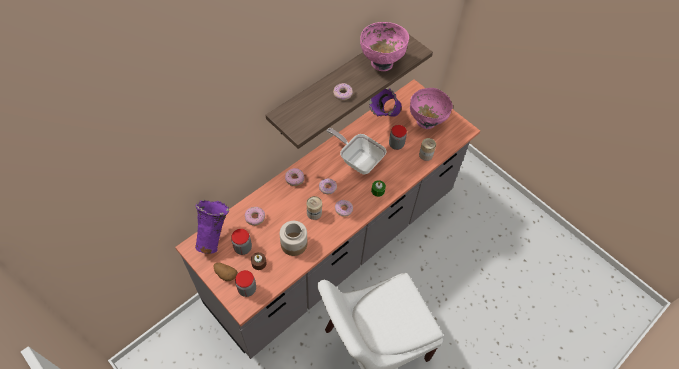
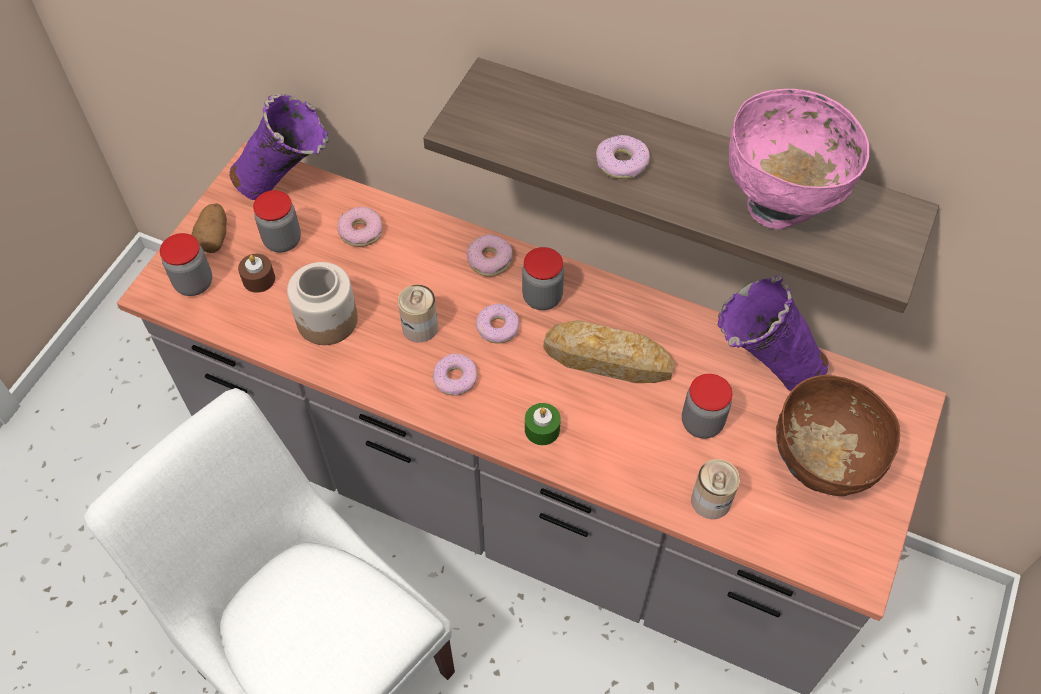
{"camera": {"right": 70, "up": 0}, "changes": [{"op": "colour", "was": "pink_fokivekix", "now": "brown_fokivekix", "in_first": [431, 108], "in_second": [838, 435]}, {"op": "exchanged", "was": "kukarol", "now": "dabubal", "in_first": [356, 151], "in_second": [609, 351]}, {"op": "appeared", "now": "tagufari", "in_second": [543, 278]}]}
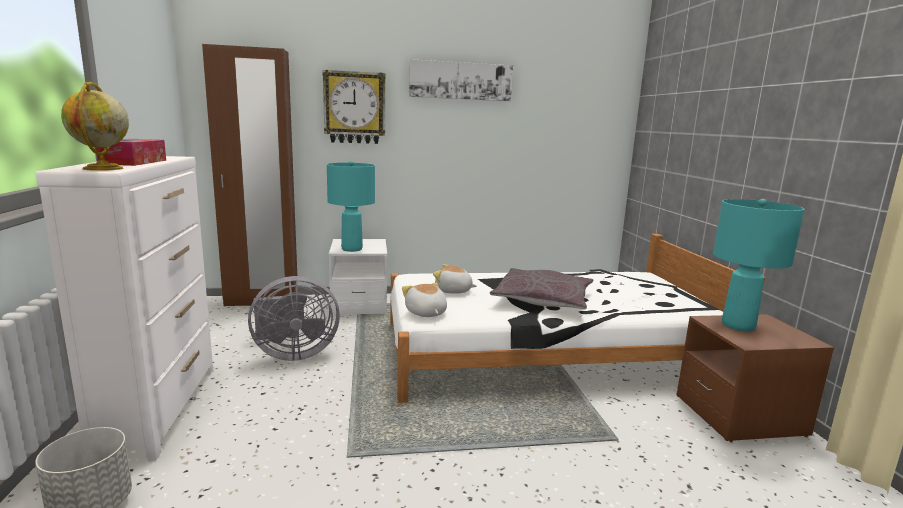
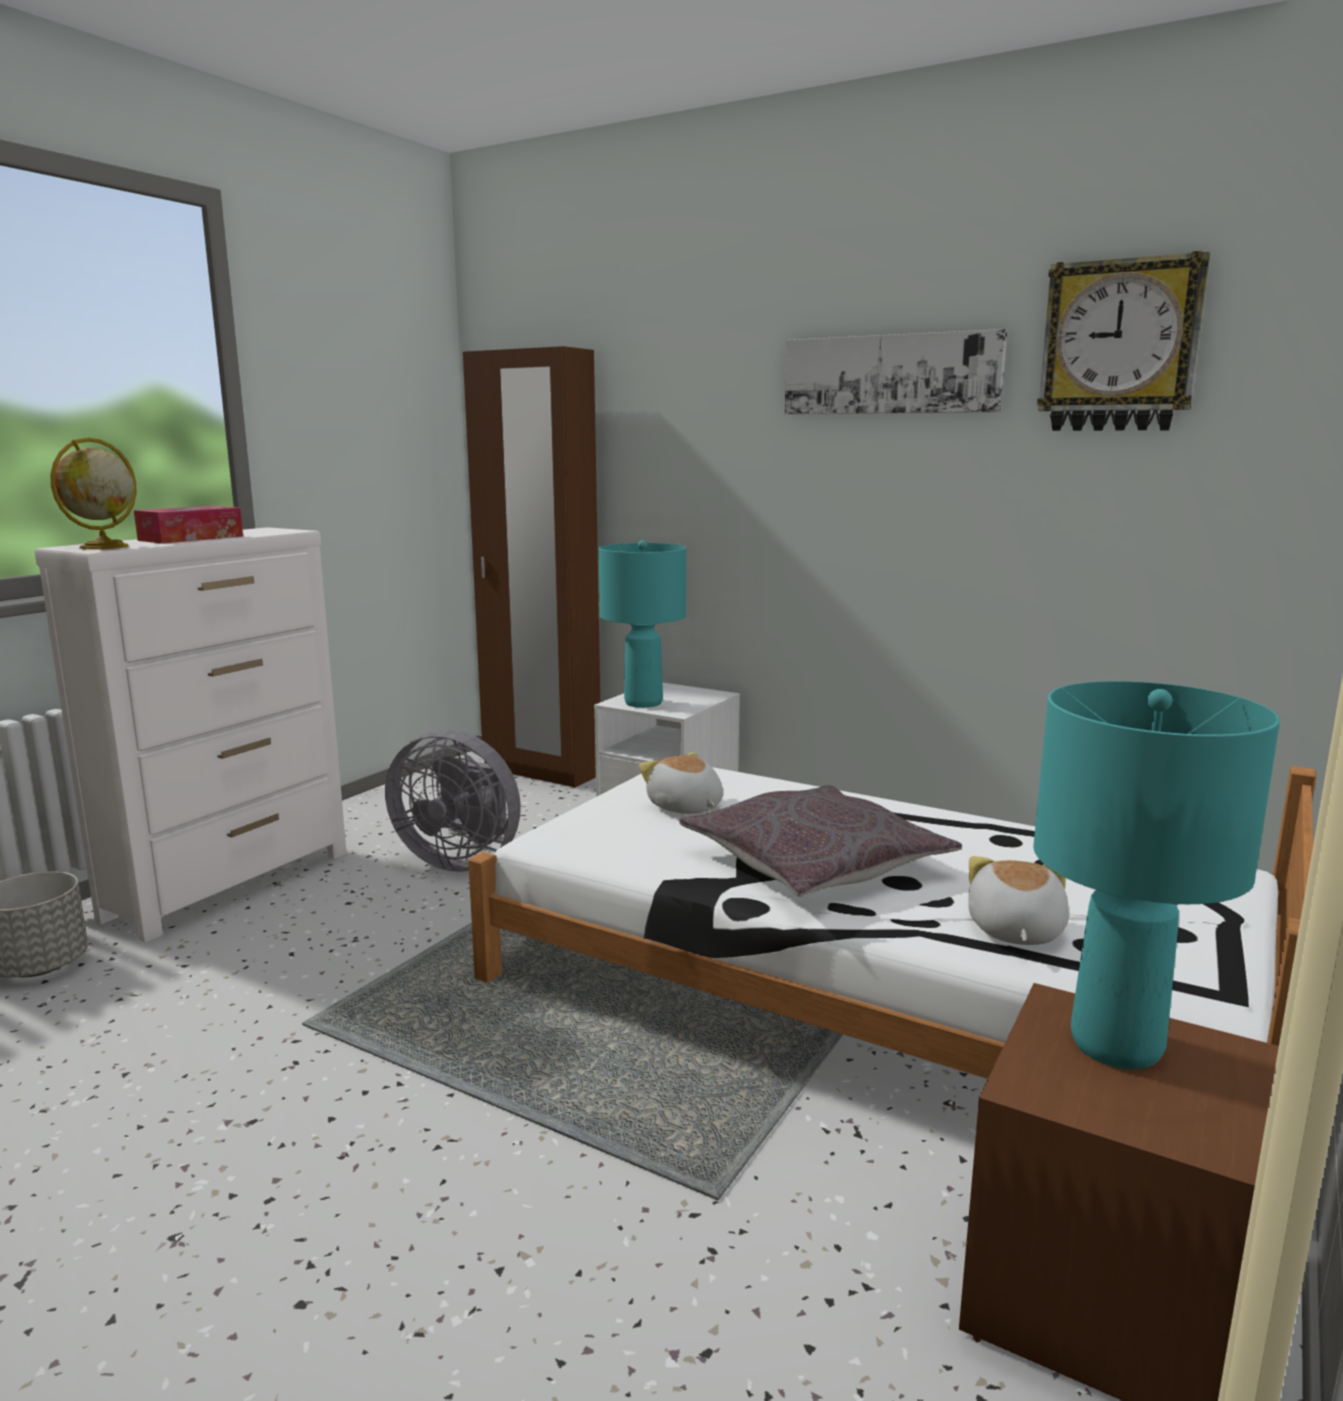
{"camera": {"right": 40, "up": 0}, "changes": [{"op": "relocated", "was": "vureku", "in_first": [354, 107], "in_second": [1123, 341]}, {"op": "relocated", "was": "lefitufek", "in_first": [424, 299], "in_second": [1018, 900]}]}
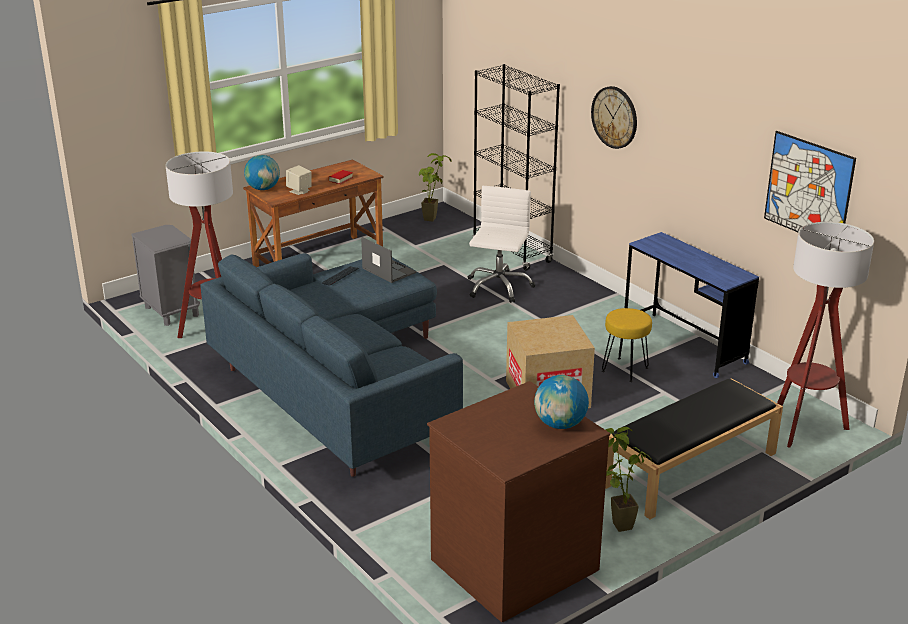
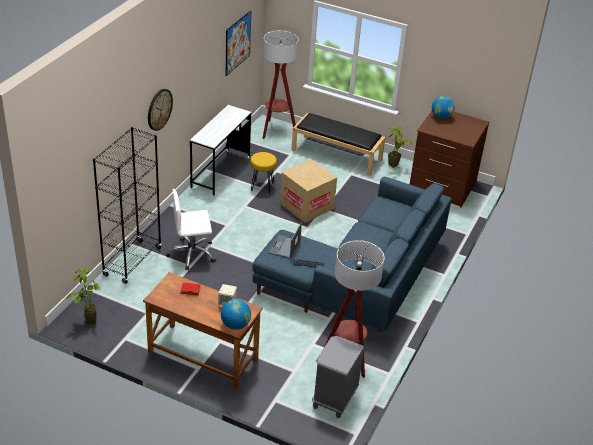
{"camera": {"right": -120, "up": 10}, "changes": [{"op": "colour", "was": "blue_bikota", "now": "white_bikota", "in_first": [692, 305], "in_second": [220, 150]}]}
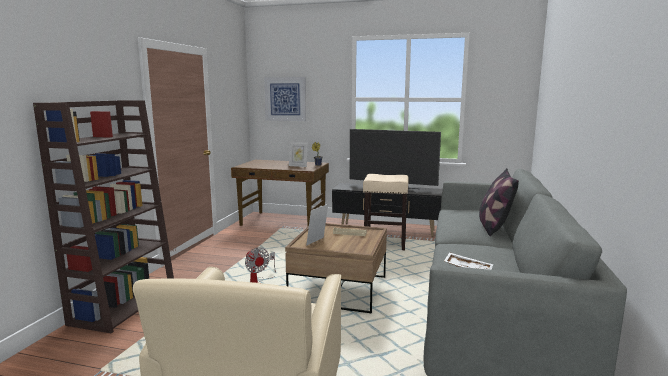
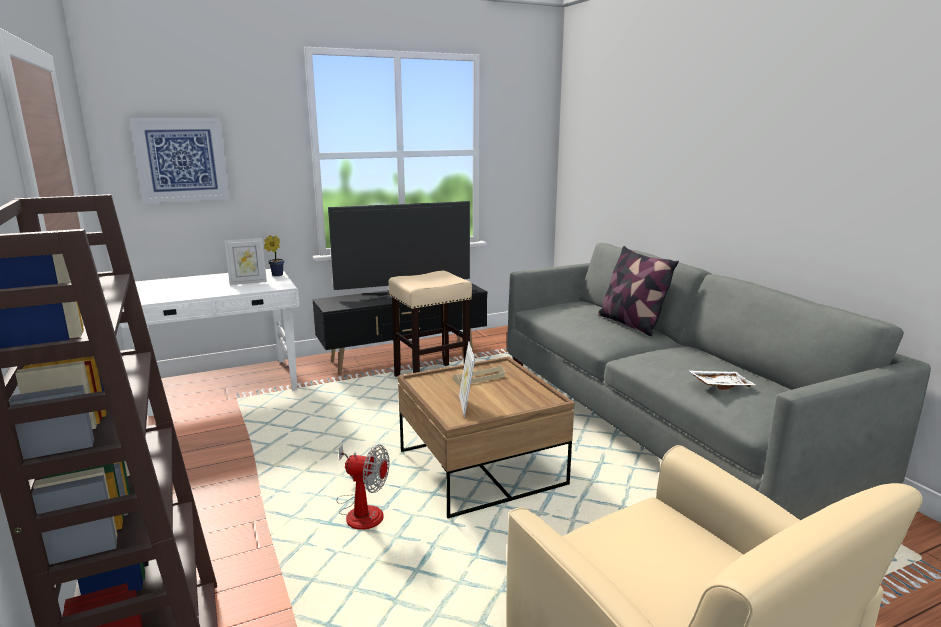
{"camera": {"right": -40, "up": 5}, "changes": [{"op": "colour", "was": "brown_bikota", "now": "white_bikota", "in_first": [280, 193], "in_second": [209, 343]}]}
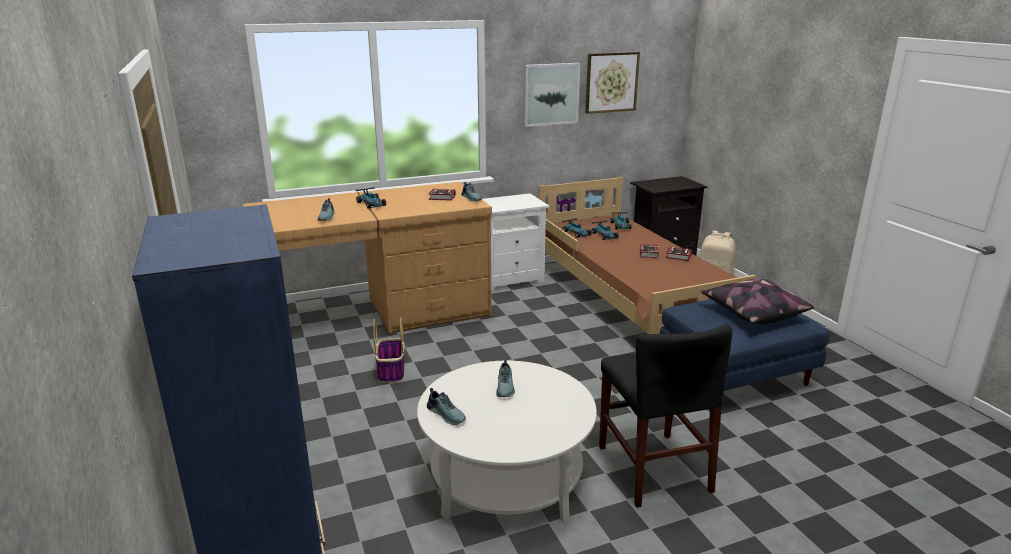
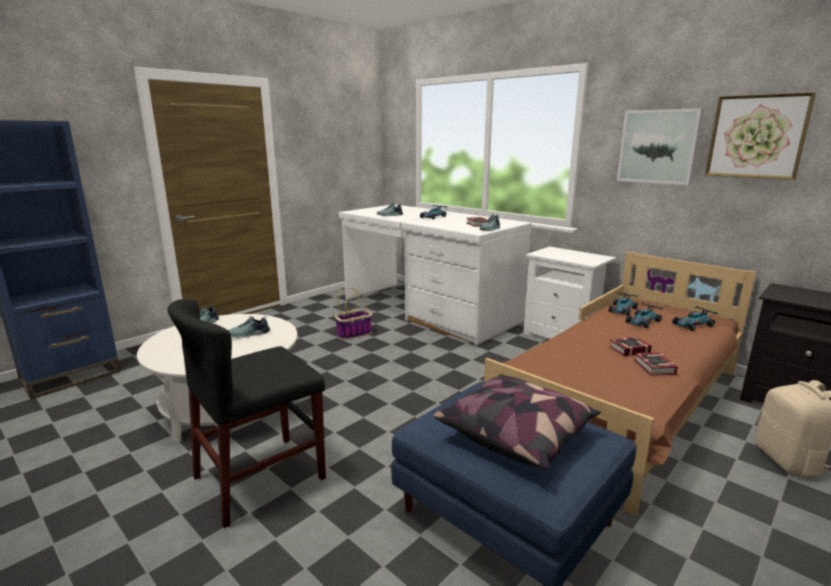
{"camera": {"right": 65, "up": -5}, "changes": [{"op": "colour", "was": "brown_bikota", "now": "white_bikota", "in_first": [367, 258], "in_second": [435, 275]}]}
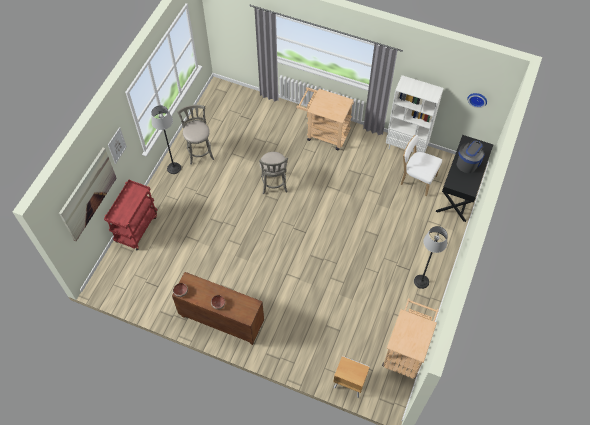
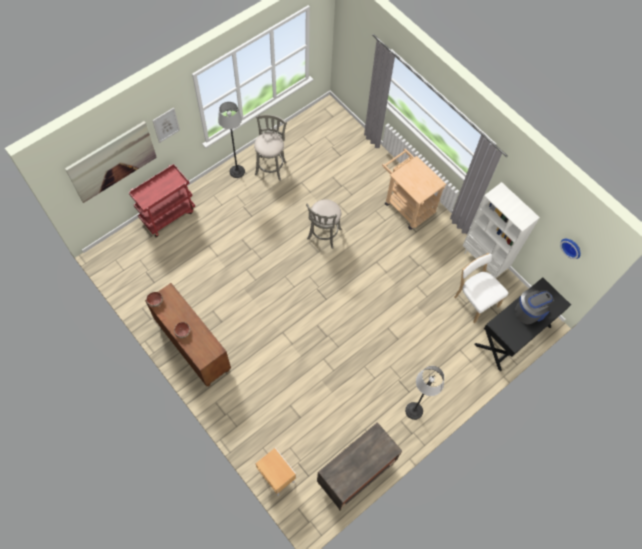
{"camera": {"right": 25, "up": 5}, "changes": [{"op": "exchanged", "was": "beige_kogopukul", "now": "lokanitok", "in_first": [410, 338], "in_second": [359, 466]}]}
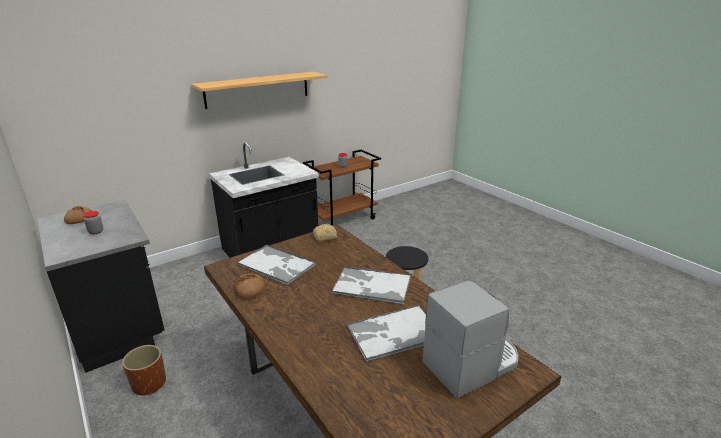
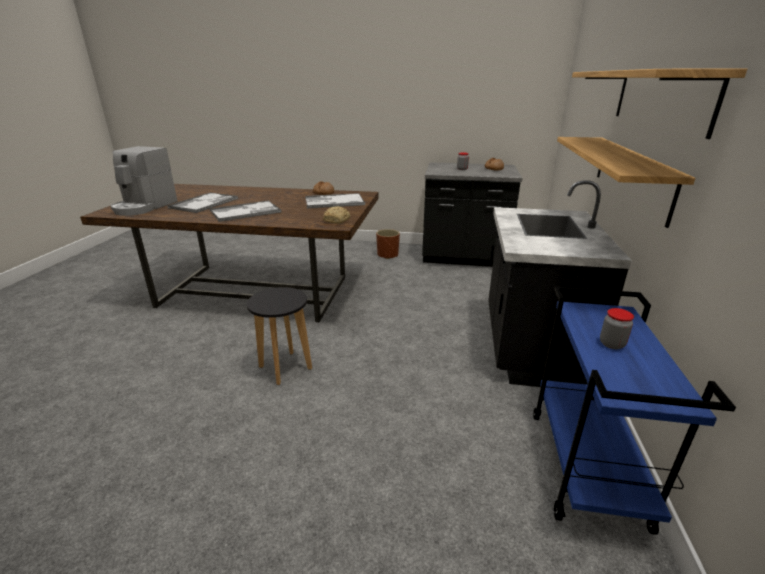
{"camera": {"right": 135, "up": 0}, "changes": [{"op": "colour", "was": "brown_kogopukul", "now": "blue_kogopukul", "in_first": [342, 188], "in_second": [634, 411]}, {"op": "appeared", "now": "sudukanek", "in_second": [626, 182]}]}
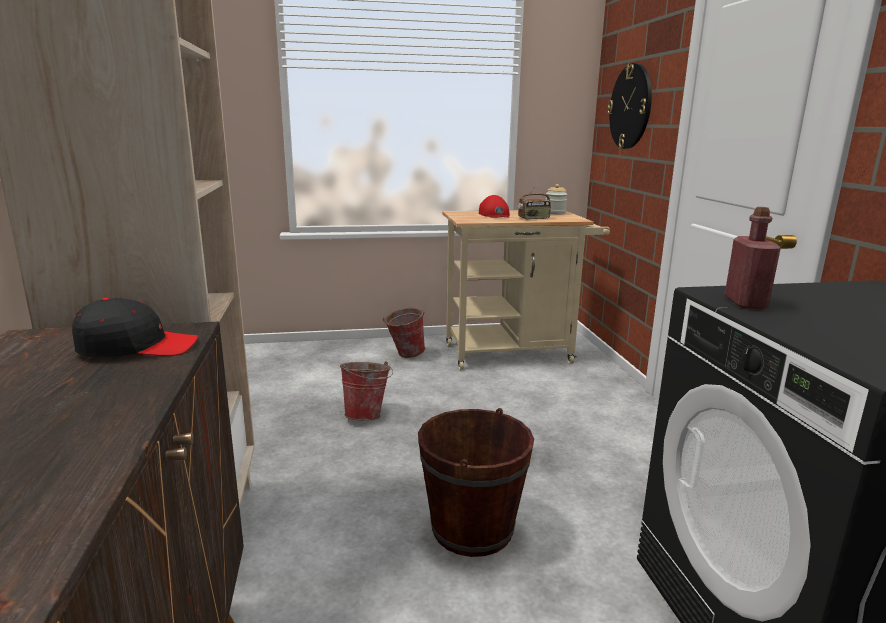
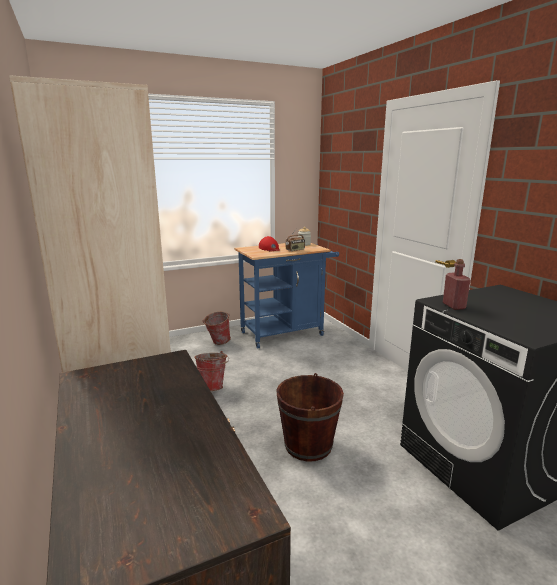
{"camera": {"right": -15, "up": 0}, "changes": [{"op": "missing", "was": "vureku", "in_first": [629, 106]}, {"op": "colour", "was": "beige_kogopukul", "now": "blue_kogopukul", "in_first": [526, 290], "in_second": [286, 296]}, {"op": "missing", "was": "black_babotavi", "in_first": [135, 327]}]}
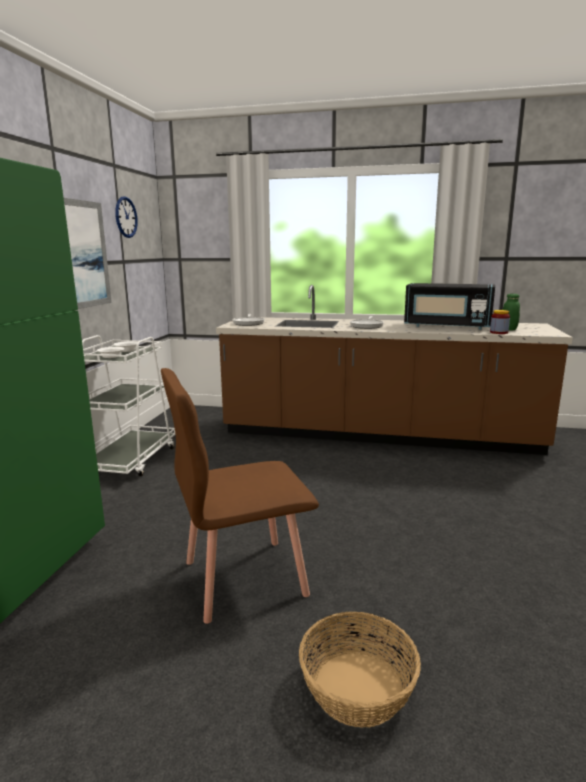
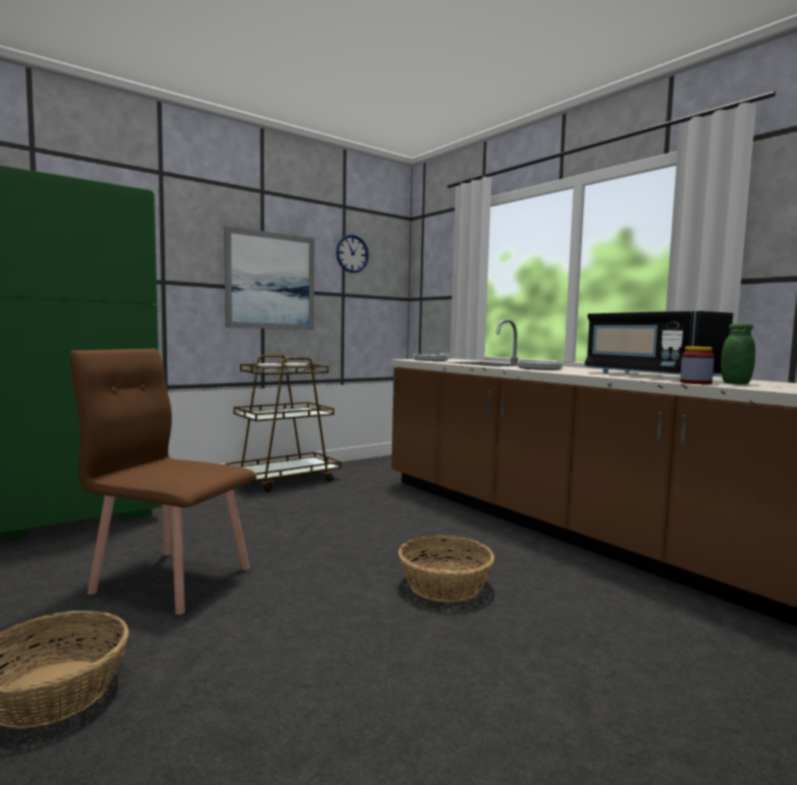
{"camera": {"right": 40, "up": -10}, "changes": [{"op": "colour", "was": "white_kogopukul", "now": "brown_kogopukul", "in_first": [129, 405], "in_second": [283, 423]}, {"op": "appeared", "now": "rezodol", "in_second": [446, 568]}]}
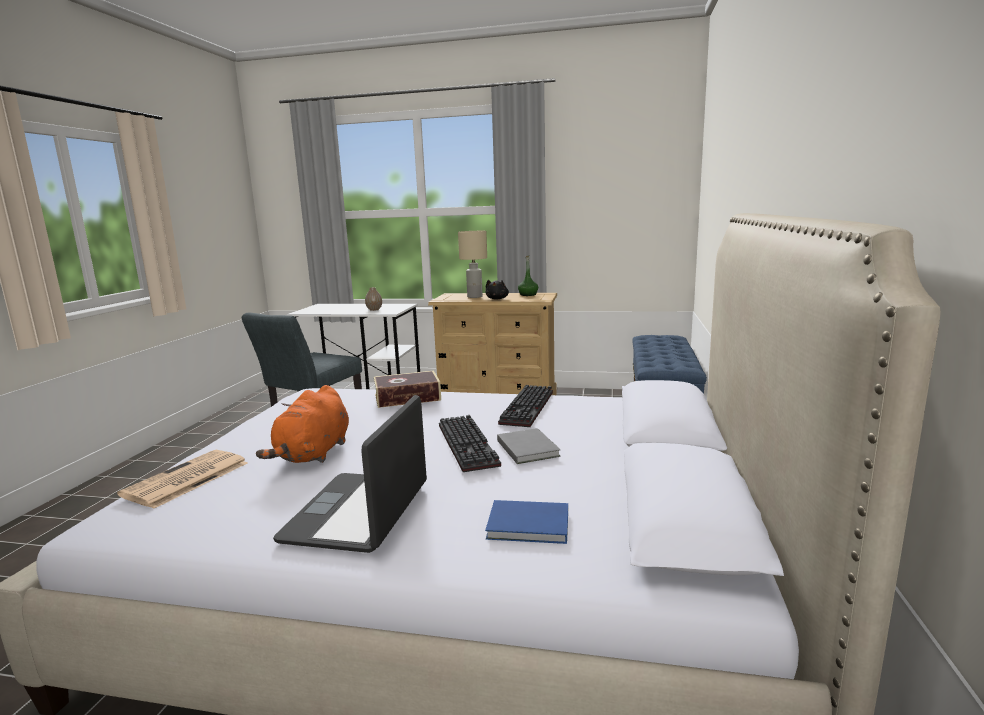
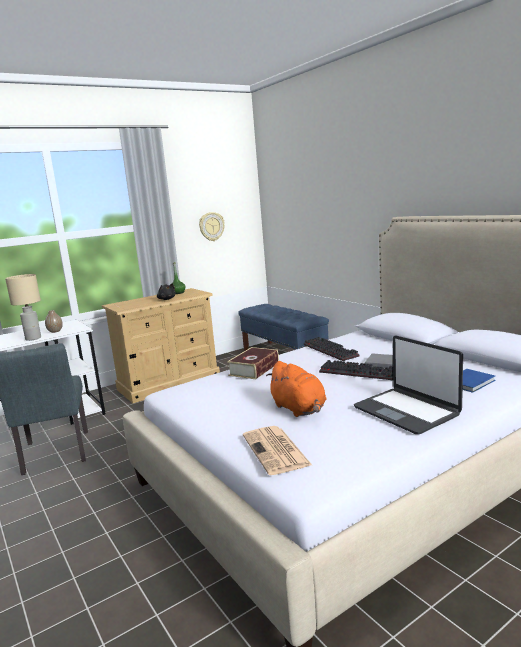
{"camera": {"right": -45, "up": 0}, "changes": [{"op": "relocated", "was": "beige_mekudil", "in_first": [472, 264], "in_second": [23, 307]}, {"op": "appeared", "now": "vureku", "in_second": [212, 226]}]}
